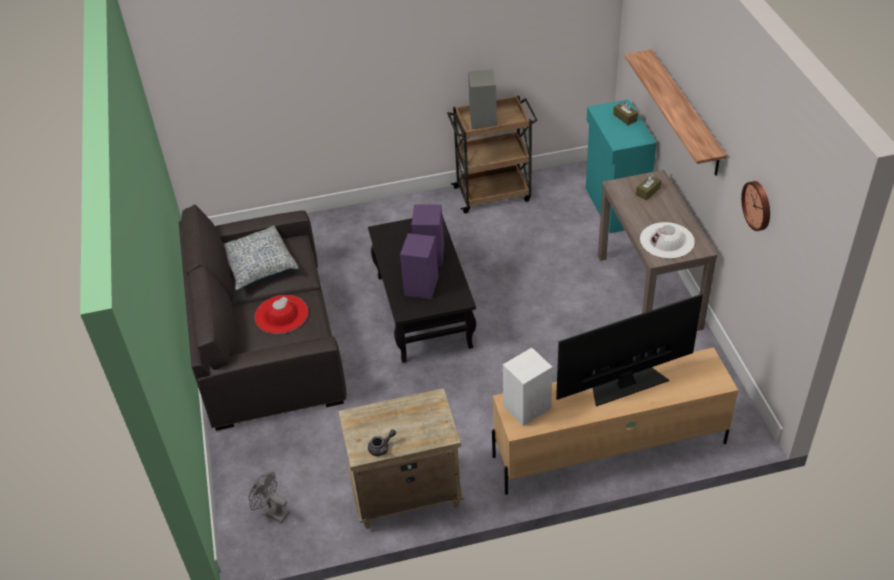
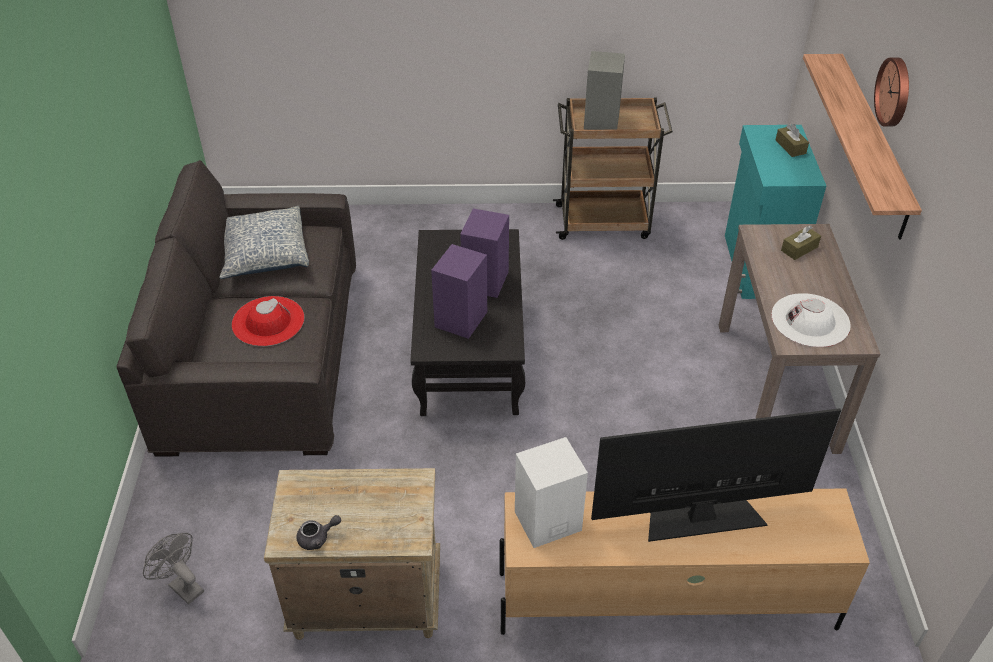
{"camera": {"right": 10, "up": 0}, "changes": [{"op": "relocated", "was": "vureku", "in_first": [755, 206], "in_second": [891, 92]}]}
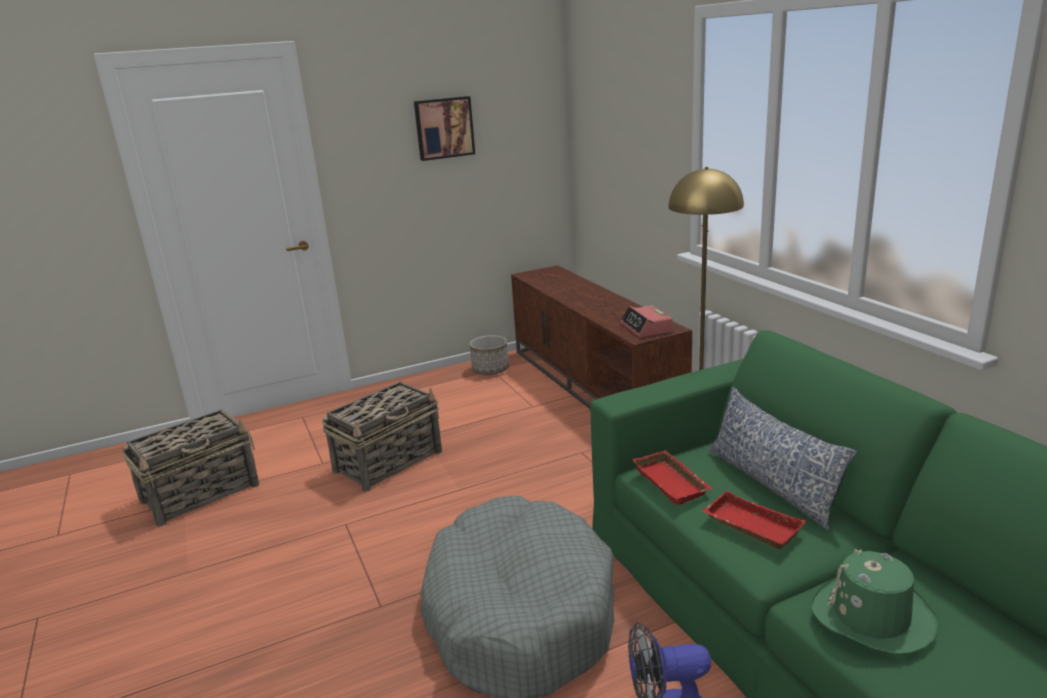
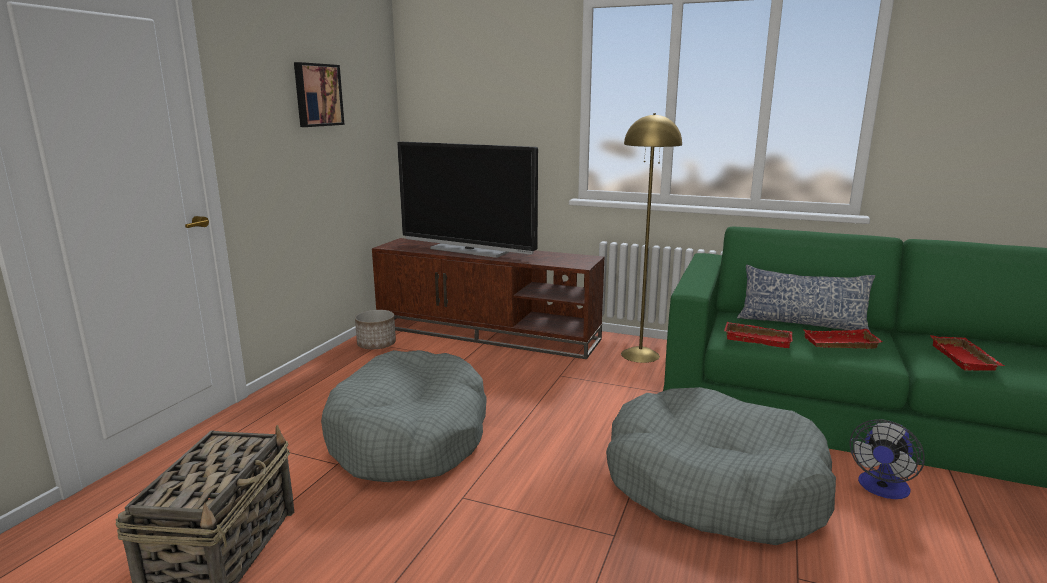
{"camera": {"right": -45, "up": -5}, "changes": [{"op": "missing", "was": "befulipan", "in_first": [646, 321]}, {"op": "exchanged", "was": "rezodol", "now": "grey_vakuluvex", "in_first": [382, 437], "in_second": [404, 416]}, {"op": "exchanged", "was": "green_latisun", "now": "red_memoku", "in_first": [875, 602], "in_second": [967, 353]}, {"op": "appeared", "now": "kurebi", "in_second": [467, 200]}]}
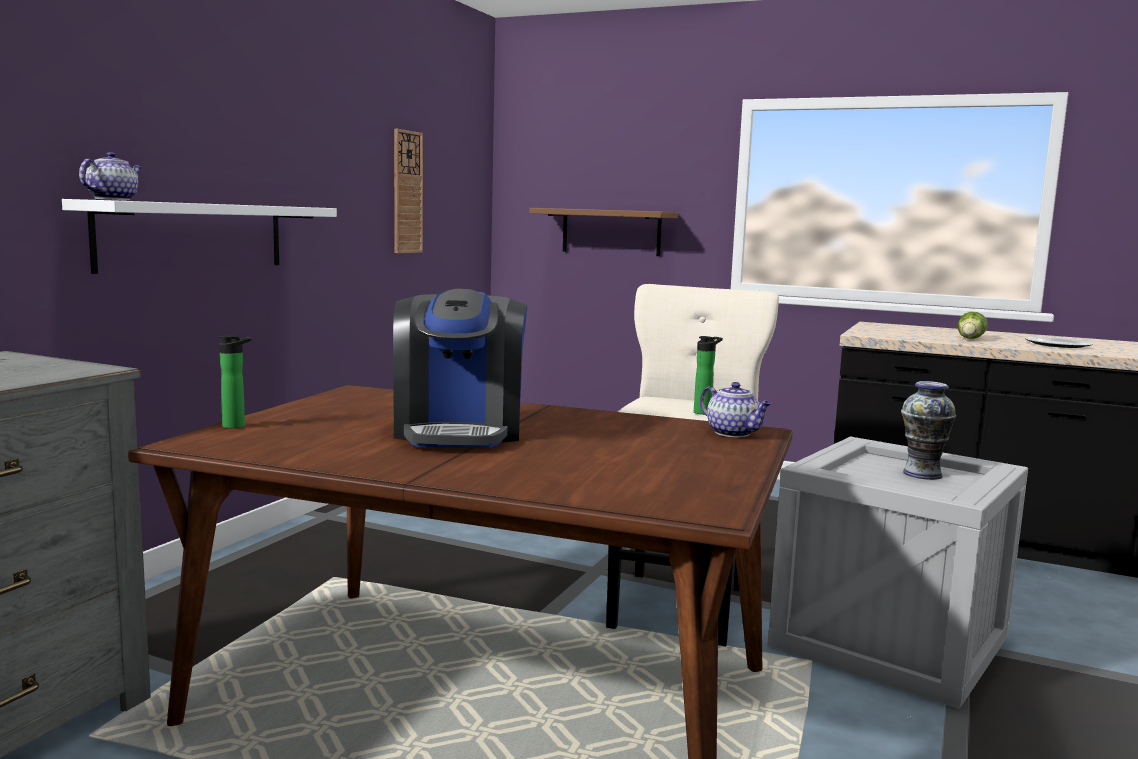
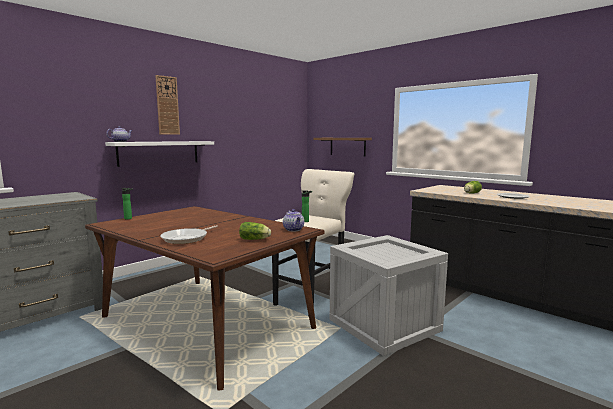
{"camera": {"right": 20, "up": 0}, "changes": [{"op": "relocated", "was": "vureku", "in_first": [408, 191], "in_second": [167, 105]}, {"op": "missing", "was": "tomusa", "in_first": [460, 368]}, {"op": "missing", "was": "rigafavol", "in_first": [928, 430]}, {"op": "appeared", "now": "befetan", "in_second": [255, 231]}, {"op": "appeared", "now": "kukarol", "in_second": [189, 234]}]}
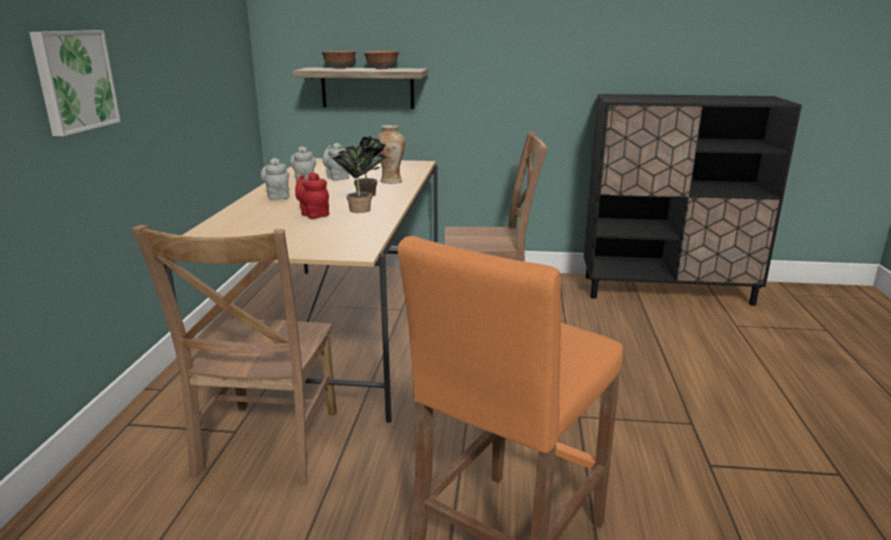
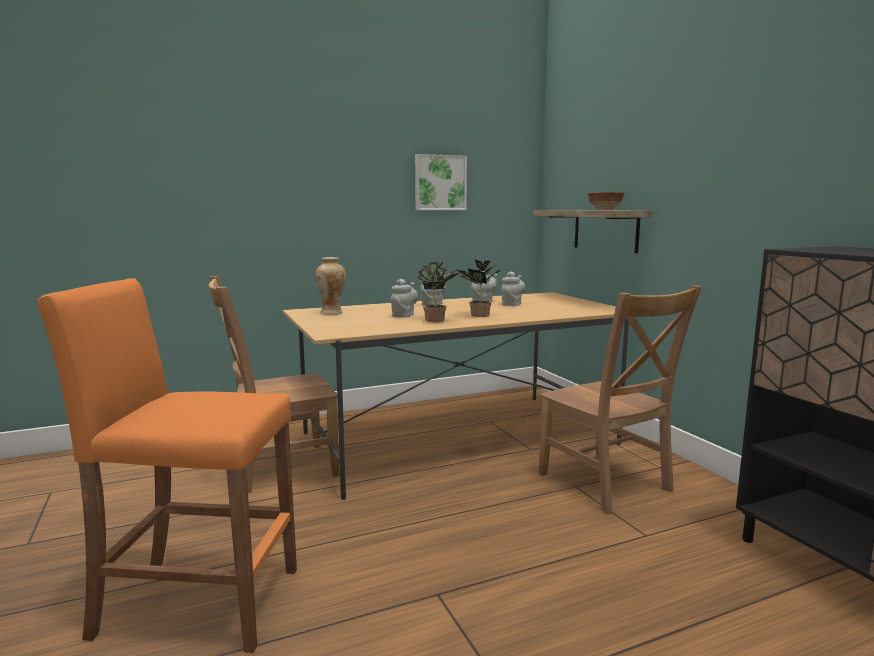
{"camera": {"right": 60, "up": -10}, "changes": [{"op": "relocated", "was": "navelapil", "in_first": [75, 83], "in_second": [441, 182]}, {"op": "missing", "was": "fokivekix", "in_first": [339, 60]}, {"op": "relocated", "was": "rigafavol", "in_first": [390, 154], "in_second": [331, 286]}, {"op": "colour", "was": "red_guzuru", "now": "grey_guzuru", "in_first": [312, 195], "in_second": [404, 298]}]}
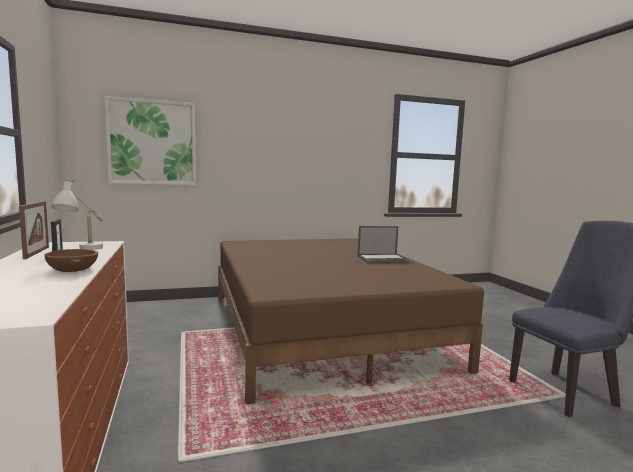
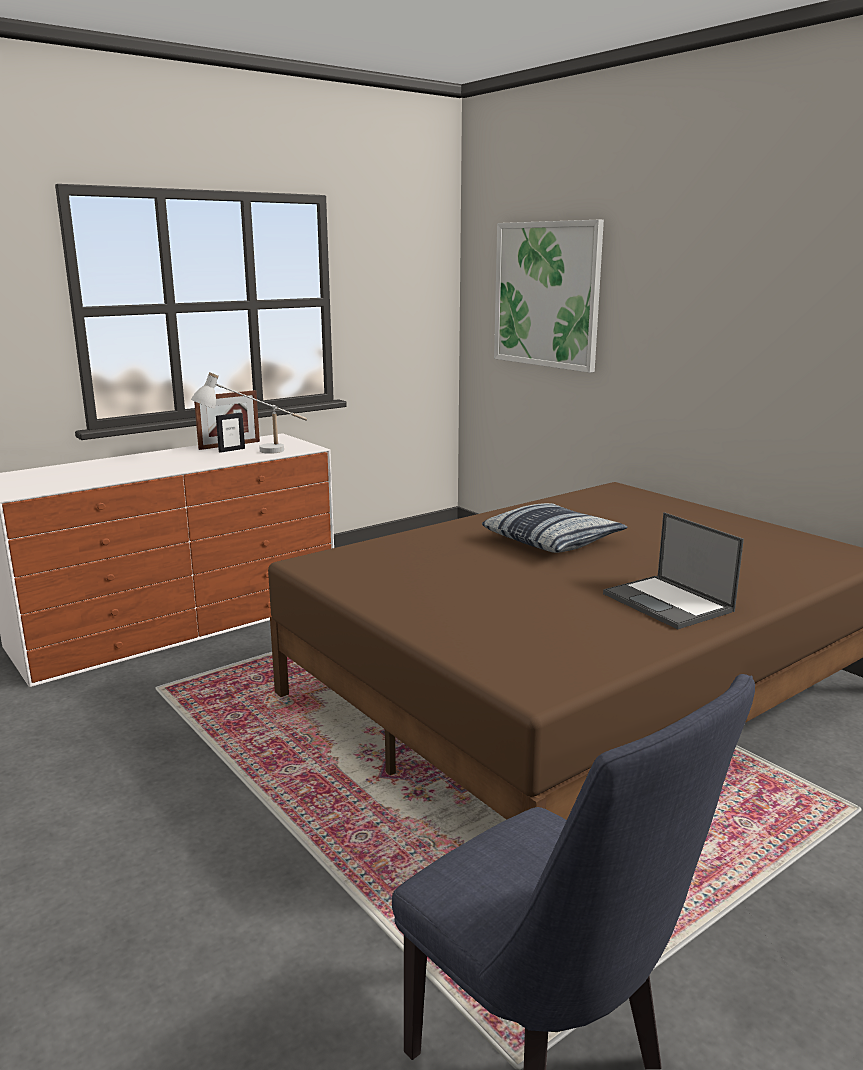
{"camera": {"right": 70, "up": 10}, "changes": [{"op": "missing", "was": "brown_fokivekix", "in_first": [71, 260]}, {"op": "appeared", "now": "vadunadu", "in_second": [555, 528]}]}
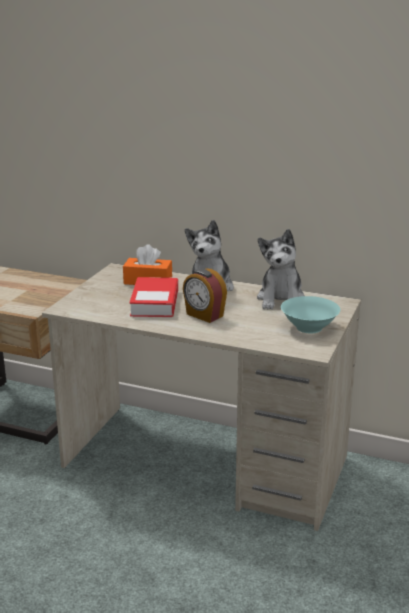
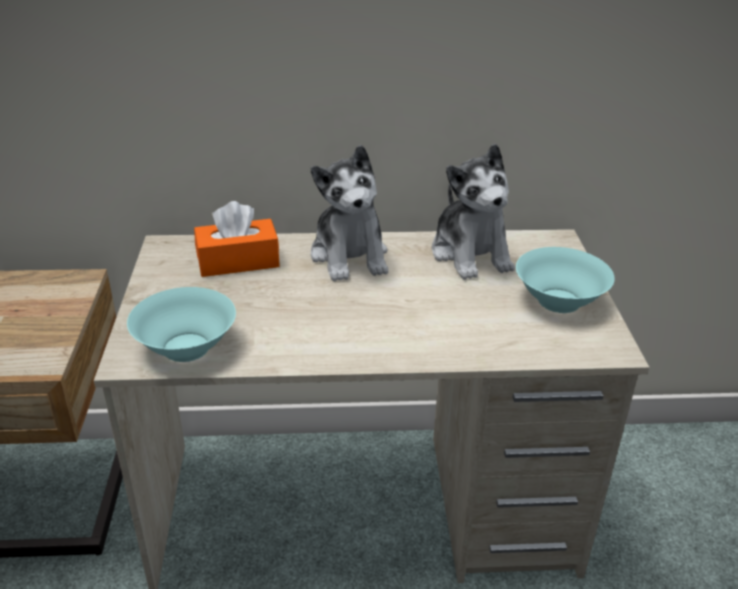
{"camera": {"right": -25, "up": 10}, "changes": [{"op": "missing", "was": "befulipan", "in_first": [205, 295]}, {"op": "missing", "was": "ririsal", "in_first": [153, 297]}, {"op": "appeared", "now": "turquoise_fokivekix", "in_second": [181, 324]}]}
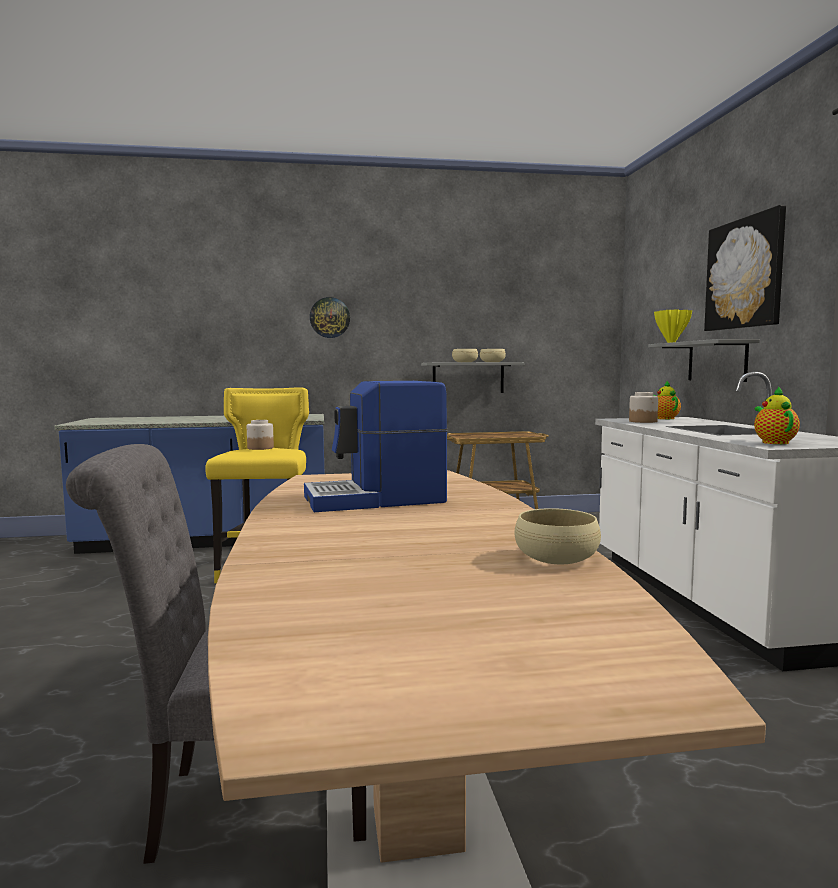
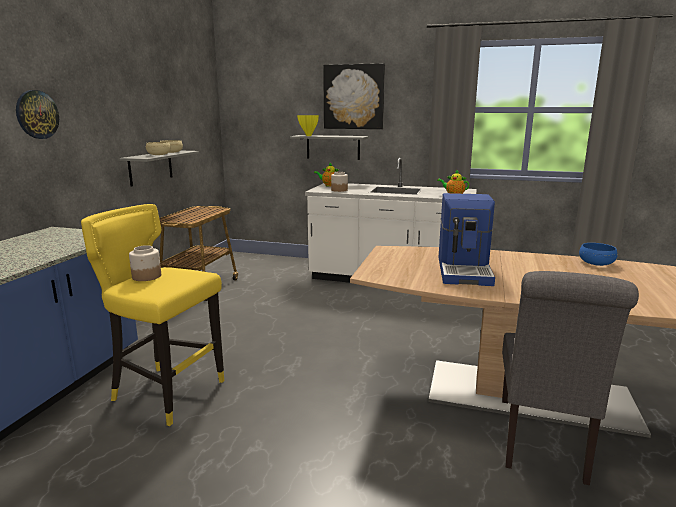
{"camera": {"right": -65, "up": 10}, "changes": [{"op": "colour", "was": "beige_fokivekix", "now": "blue_fokivekix", "in_first": [558, 536], "in_second": [598, 254]}]}
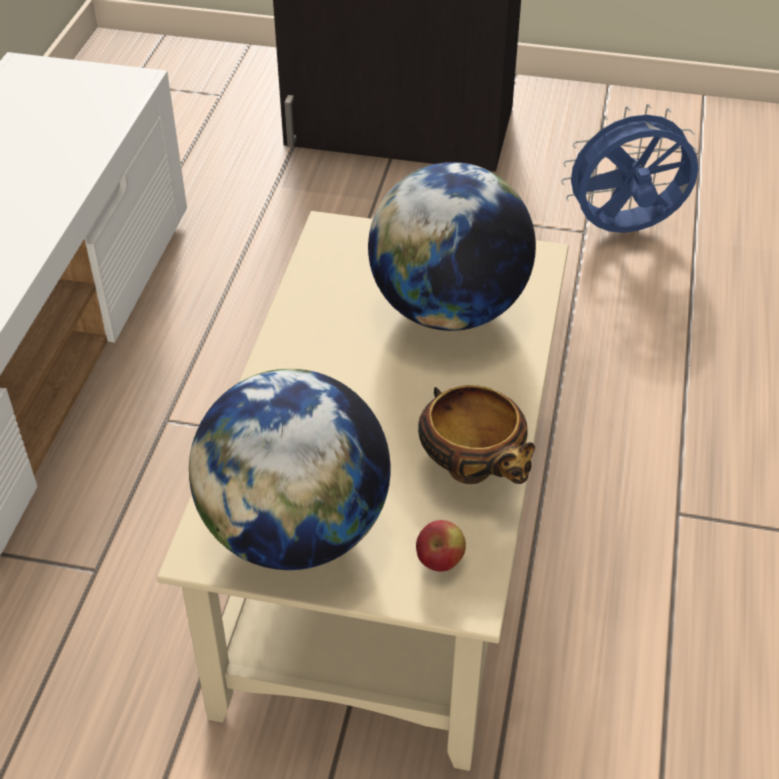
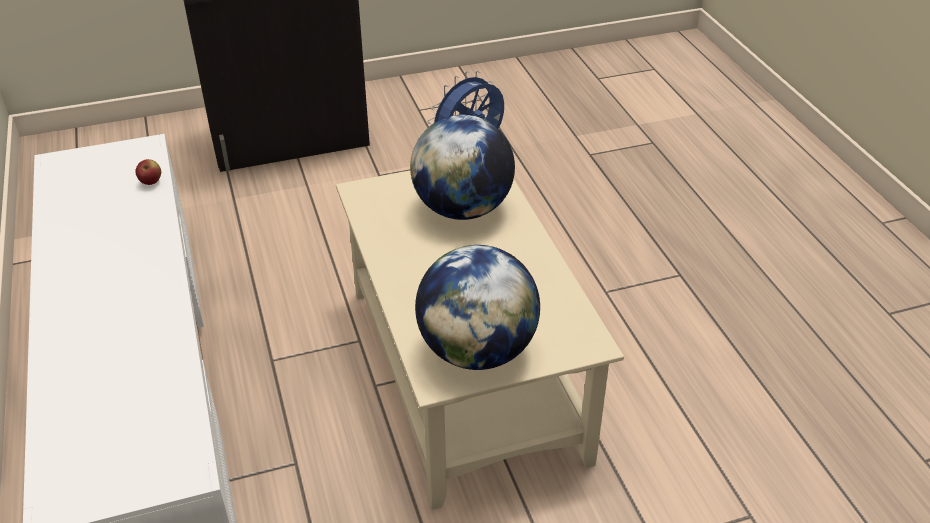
{"camera": {"right": -30, "up": -5}, "changes": [{"op": "missing", "was": "fokivekix", "in_first": [476, 434]}, {"op": "relocated", "was": "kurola", "in_first": [441, 546], "in_second": [148, 172]}]}
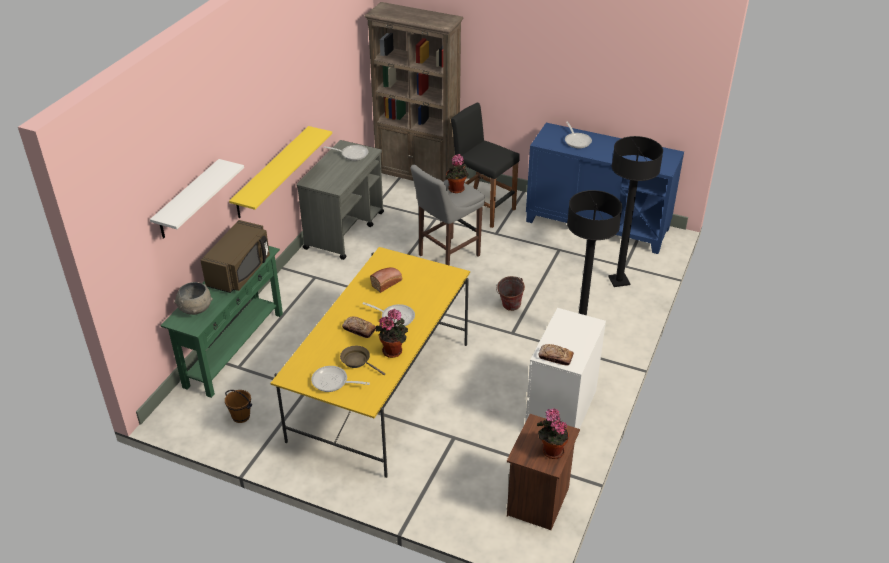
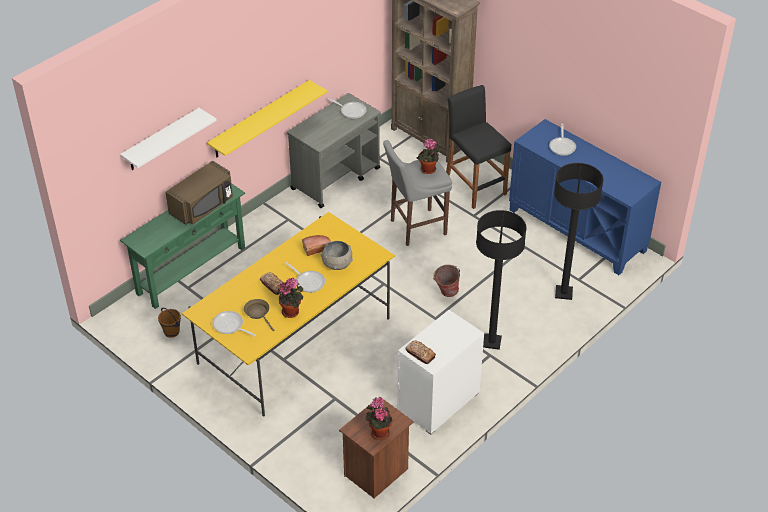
{"camera": {"right": 20, "up": 5}, "changes": [{"op": "relocated", "was": "grey_fokivekix", "in_first": [193, 298], "in_second": [336, 255]}]}
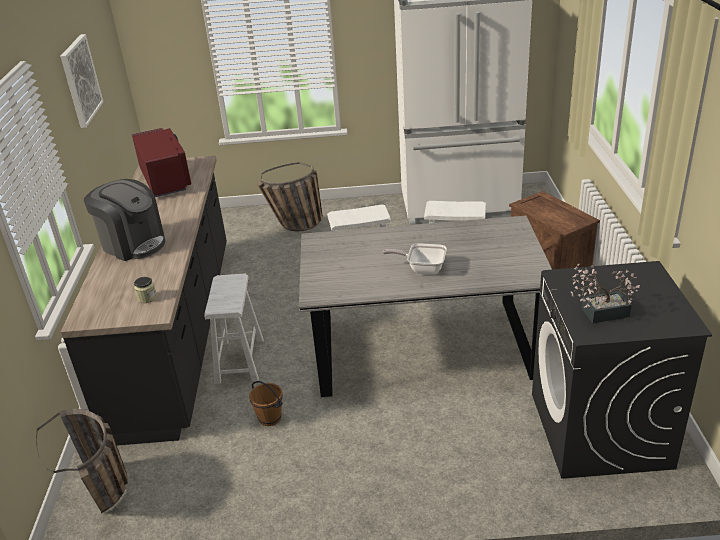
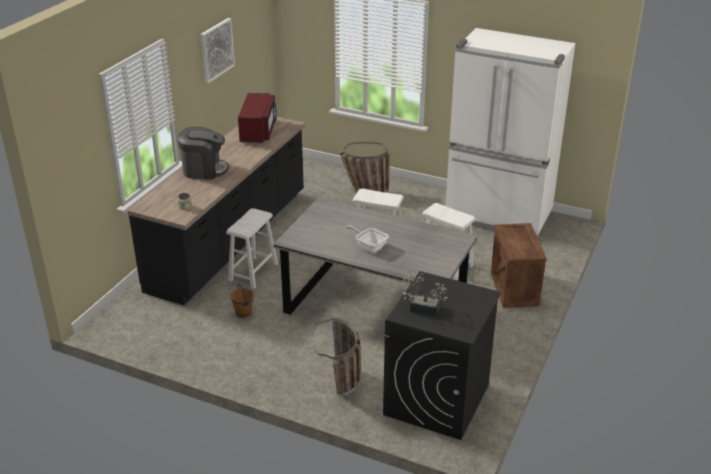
{"camera": {"right": 25, "up": 0}, "changes": [{"op": "spun", "was": "tomusa", "in_first": [124, 220], "in_second": [203, 153], "clockwise": -60}, {"op": "relocated", "was": "rezodol", "in_first": [82, 461], "in_second": [336, 356]}]}
